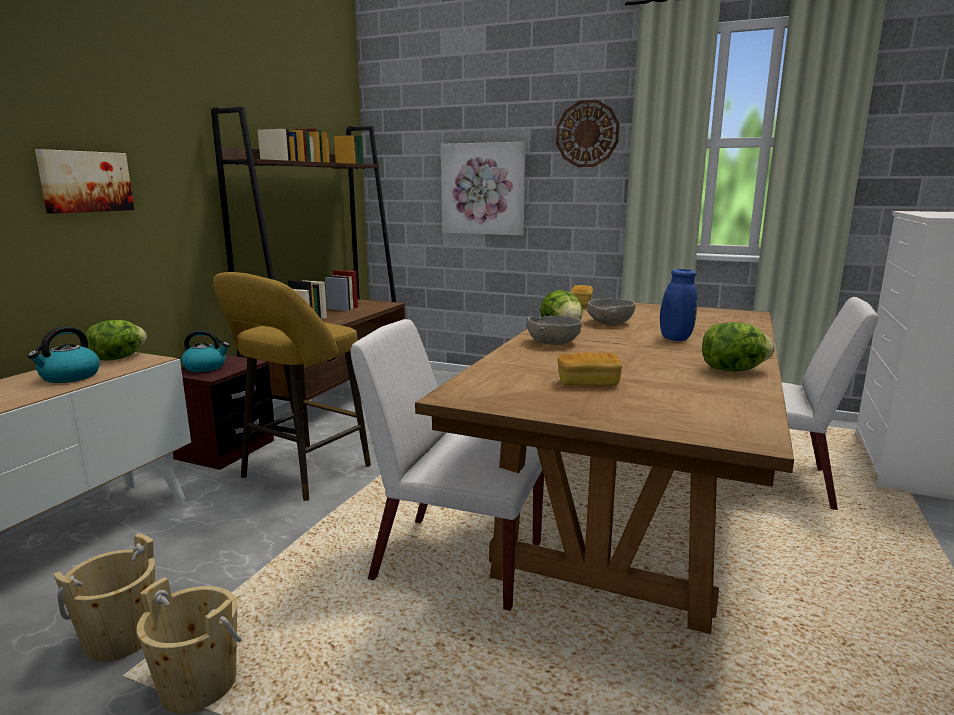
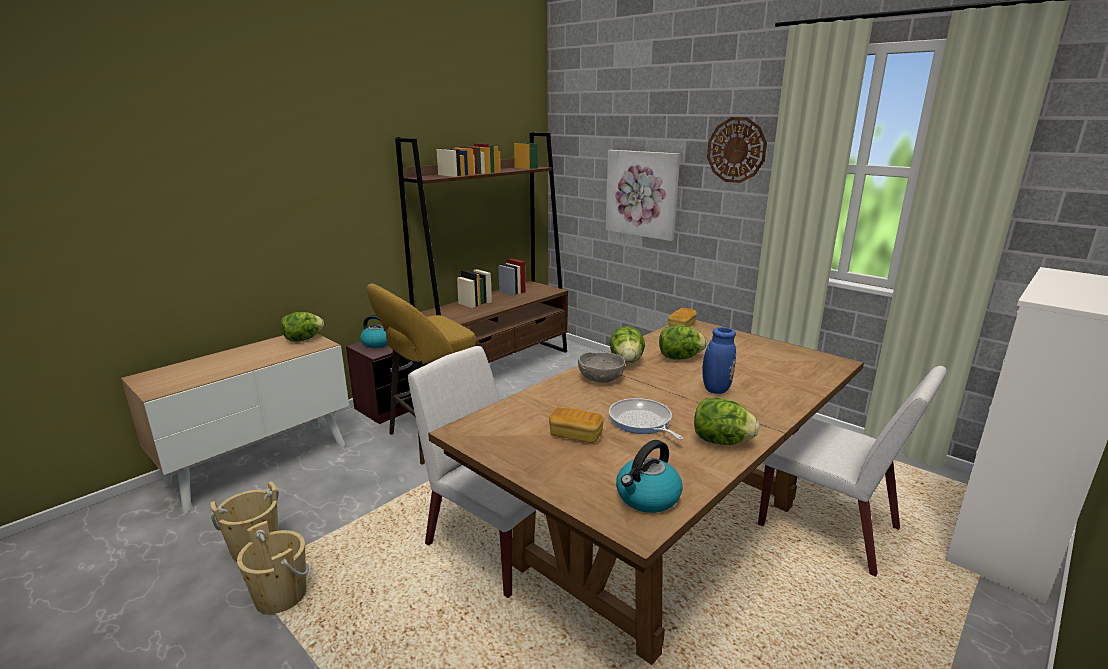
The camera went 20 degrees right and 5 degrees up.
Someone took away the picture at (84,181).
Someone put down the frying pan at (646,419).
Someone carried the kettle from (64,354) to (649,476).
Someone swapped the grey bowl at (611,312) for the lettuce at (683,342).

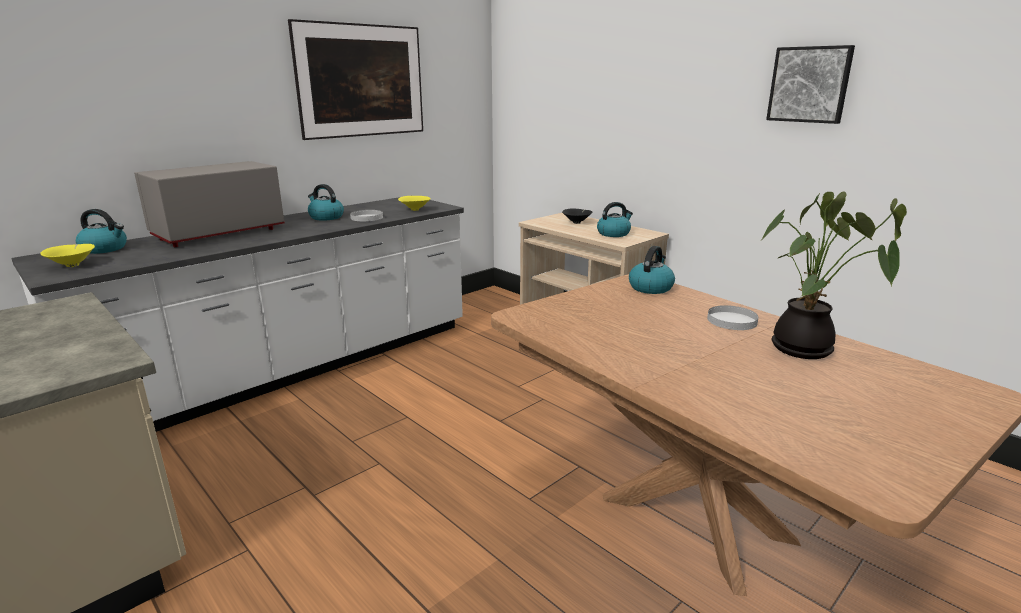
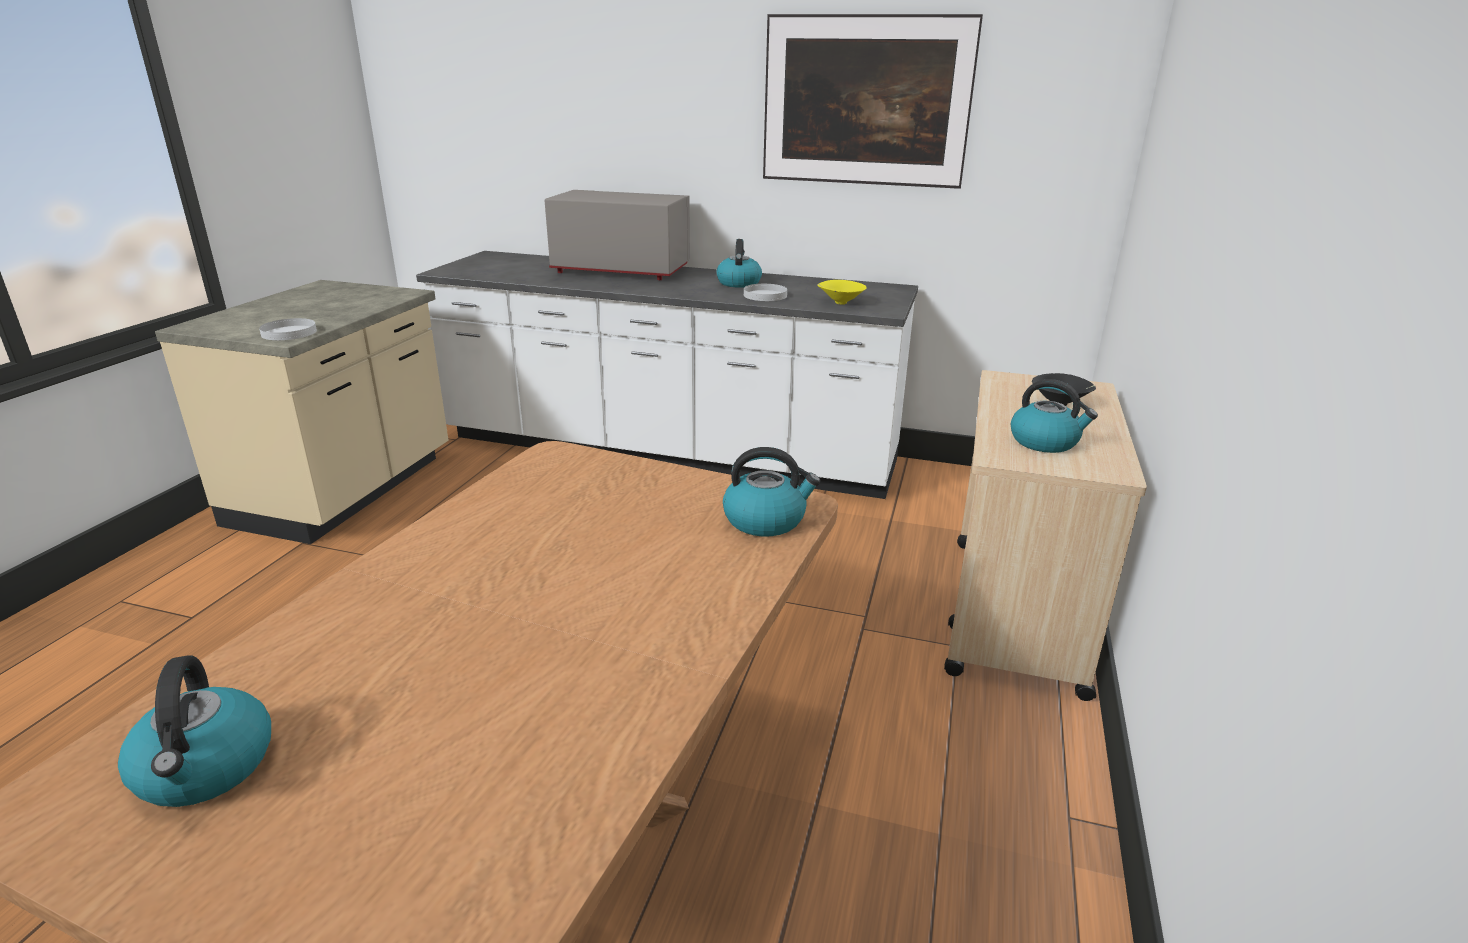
The camera went 60 degrees right and 5 degrees up.
Someone took away the yellow bowl at (67,255).
Someone took away the potted plant at (833,275).
Someone took away the picture at (810,84).
Someone carried the kettle from (101,231) to (194,731).
Someone carried the white plate from (732,317) to (288,329).

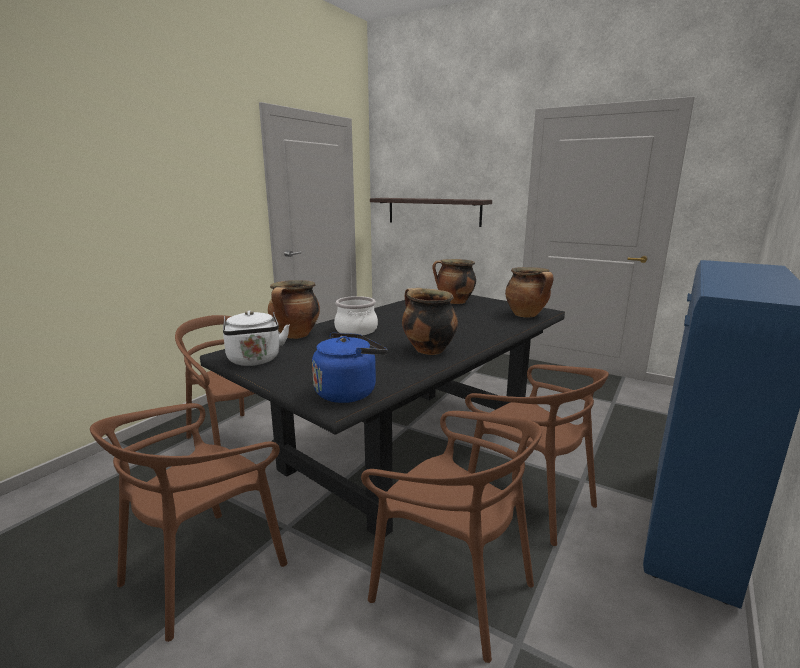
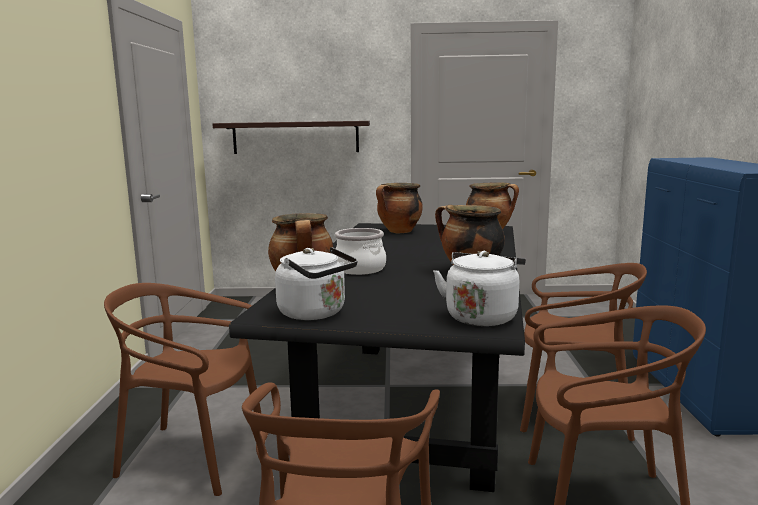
The camera went 30 degrees left and 5 degrees down.
Someone repainted the blue kettle at (349,368), which became the white kettle at (479,288).

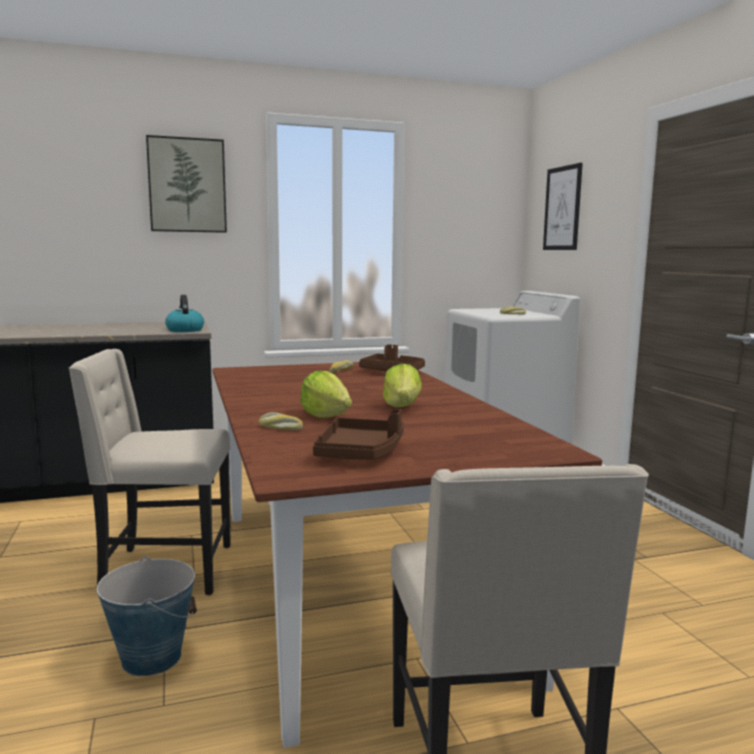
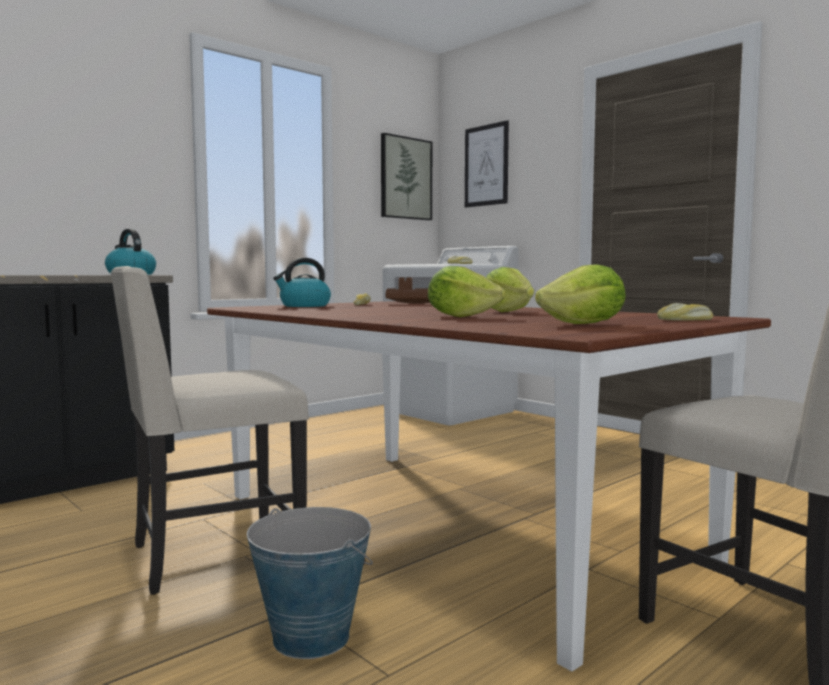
The camera went 25 degrees left and 5 degrees down.
Someone put down the kettle at (302,282).
Someone carried the picture from (186,184) to (406,176).
Someone carried the bread from (281,421) to (685,312).
Someone swapped the brown tray at (358,434) for the lettuce at (580,294).

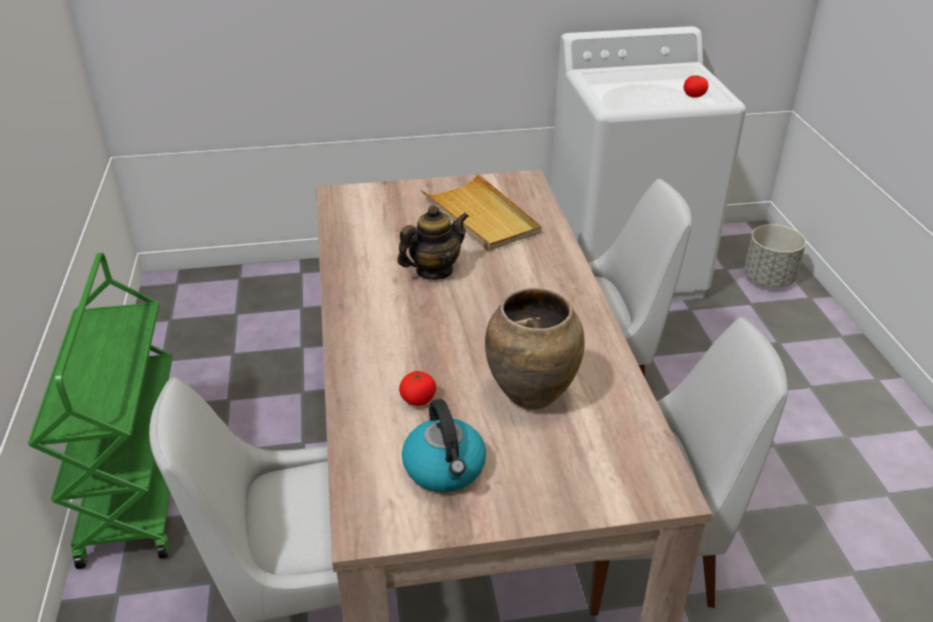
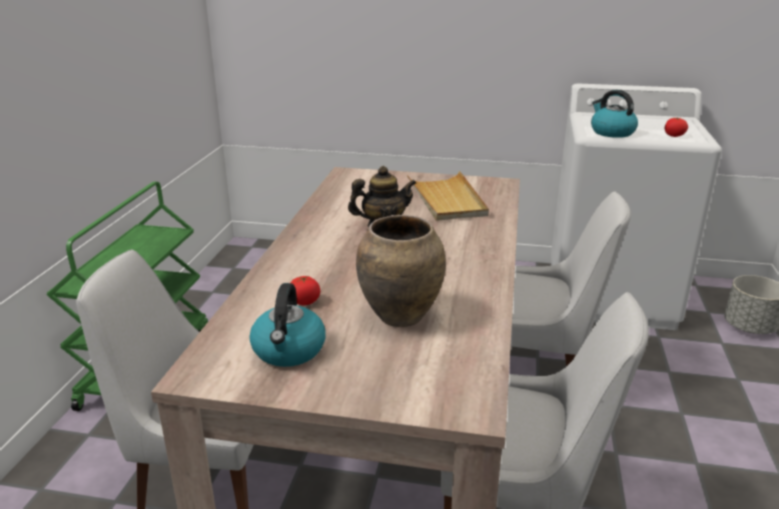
The camera went 20 degrees right and 10 degrees down.
Someone put down the kettle at (614,114).

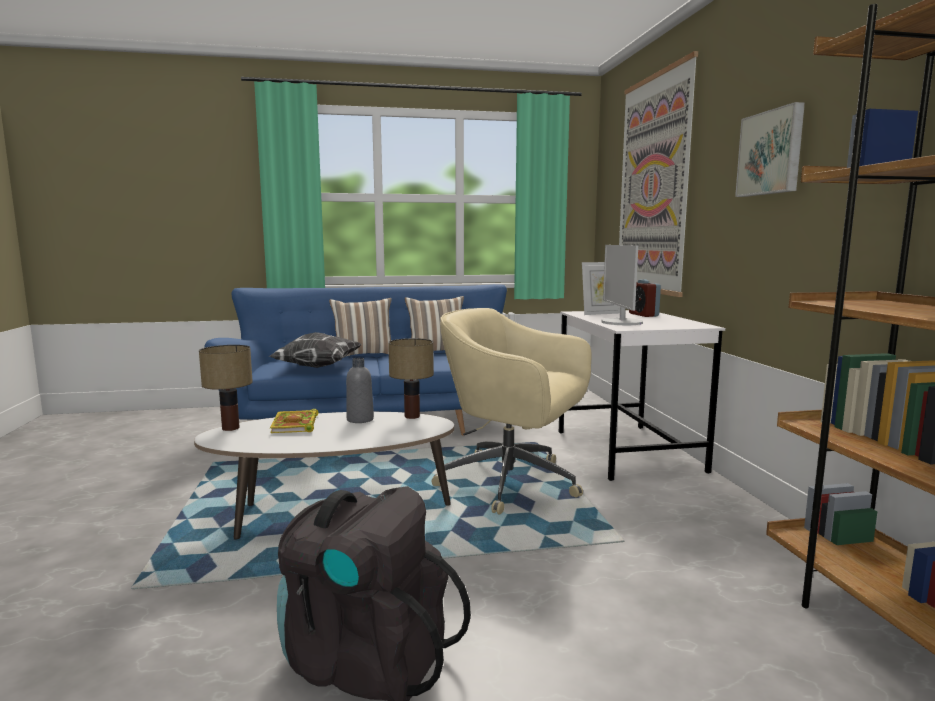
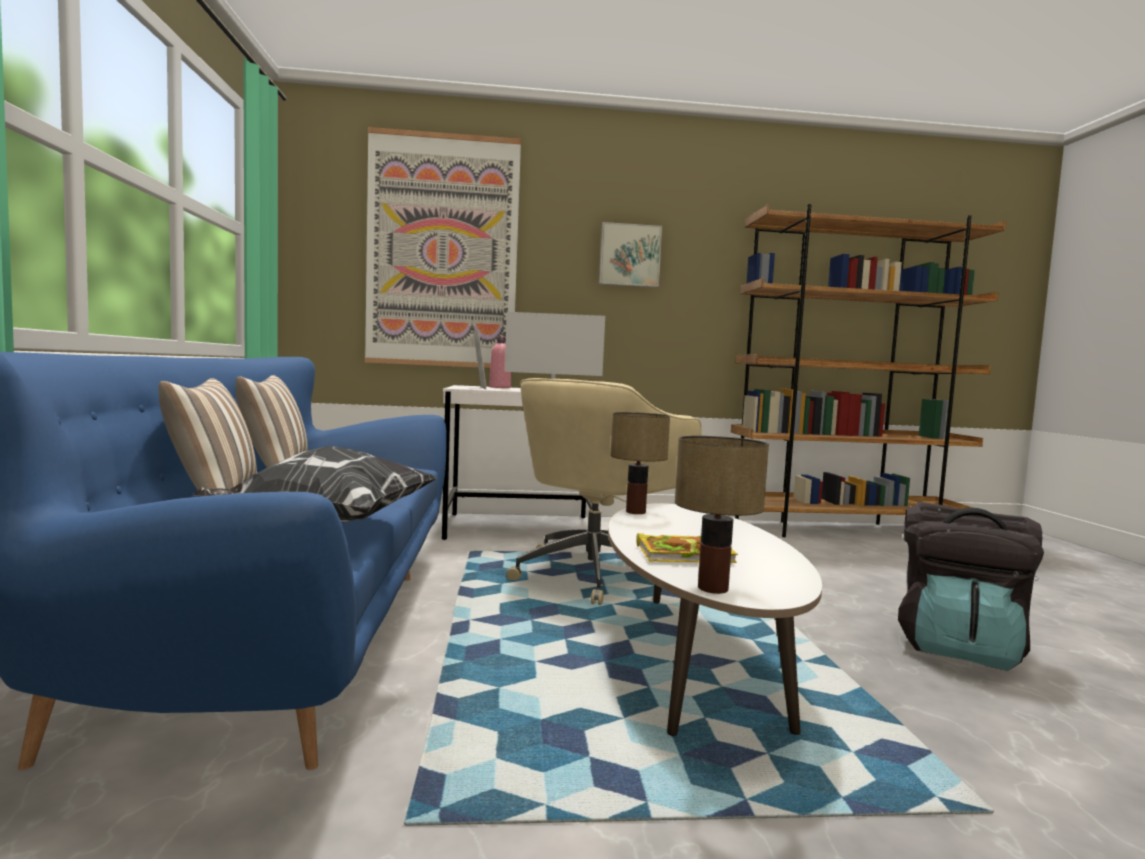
The camera went 85 degrees left and 5 degrees down.
Someone took away the grey bottle at (360,390).
Someone swapped the alarm clock at (645,298) for the pink bottle at (500,362).

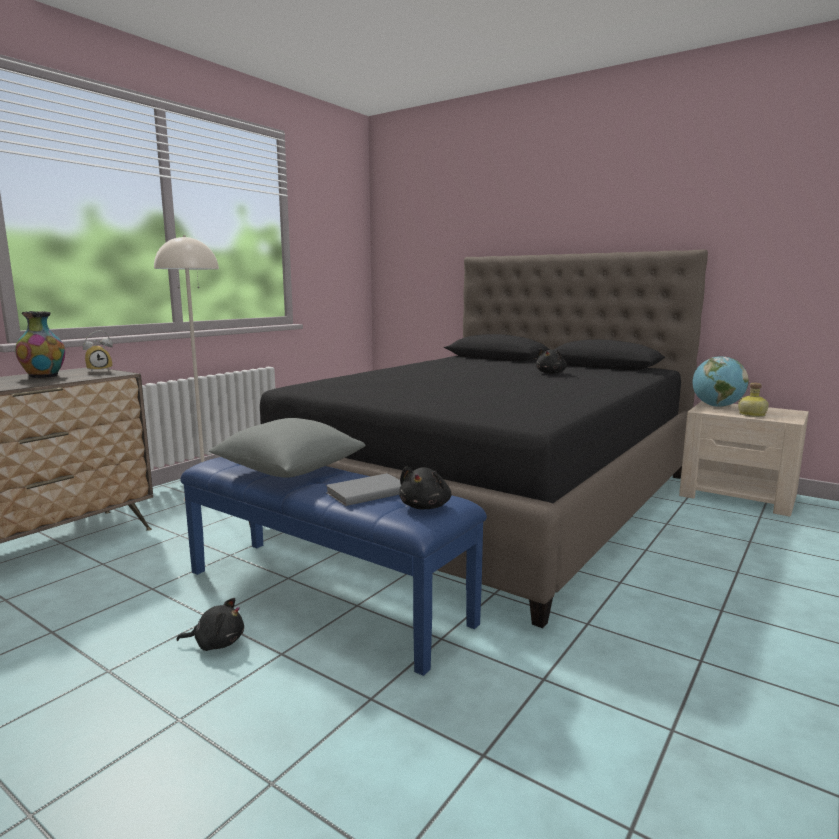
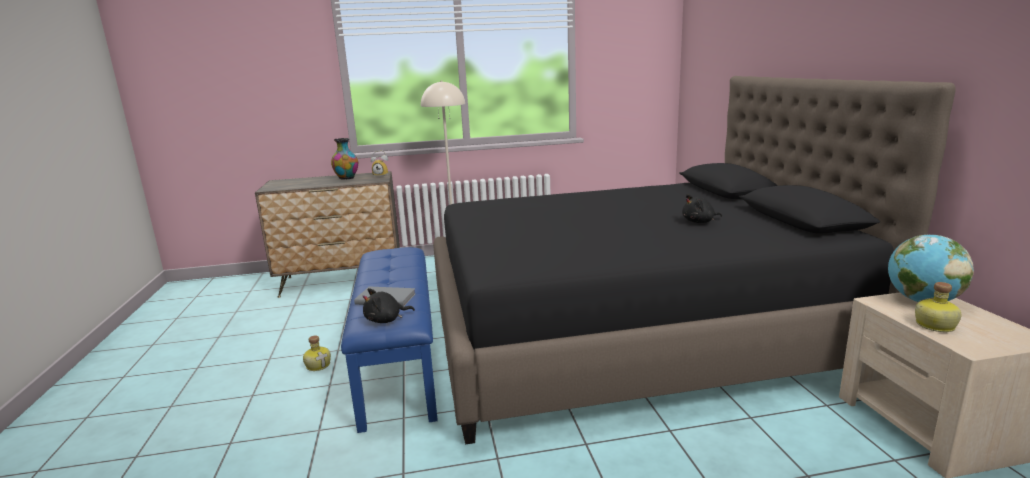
The camera went 45 degrees right and 5 degrees up.
Someone took away the grey pillow at (287,448).
Someone swapped the black plush toy at (210,624) for the bottle at (317,353).

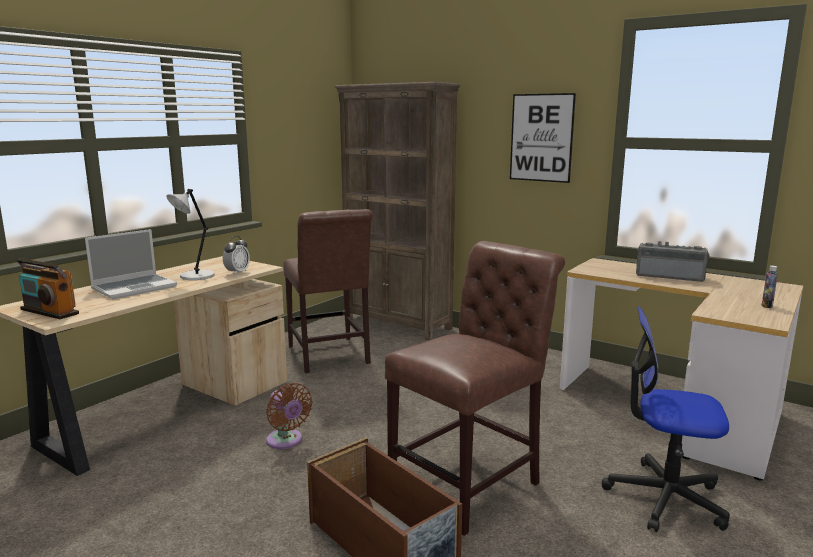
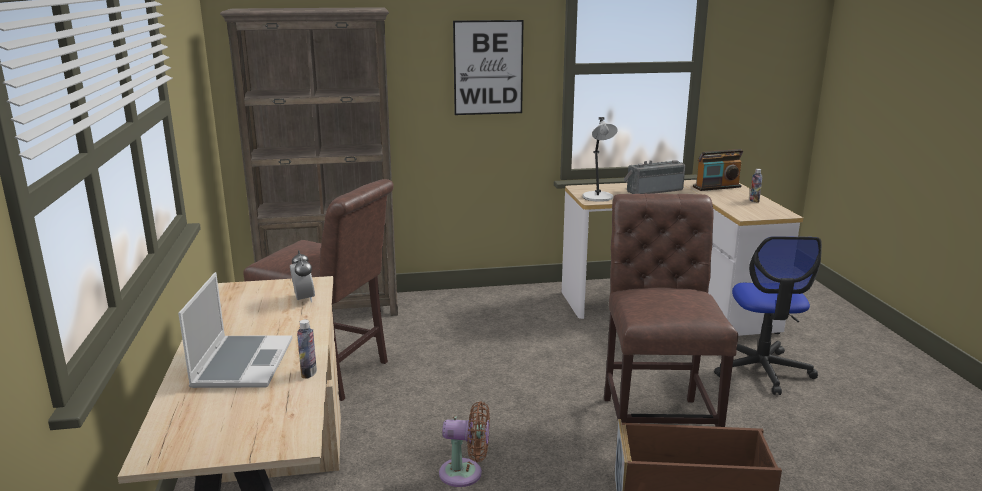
The camera went 45 degrees left and 5 degrees up.
Someone put down the bottle at (307,349).
Someone carried the radio from (48,288) to (718,170).
Someone carried the grey table lamp from (190,234) to (600,159).
Someone rotated the office chair at (666,419) by 60 degrees counterclockwise.

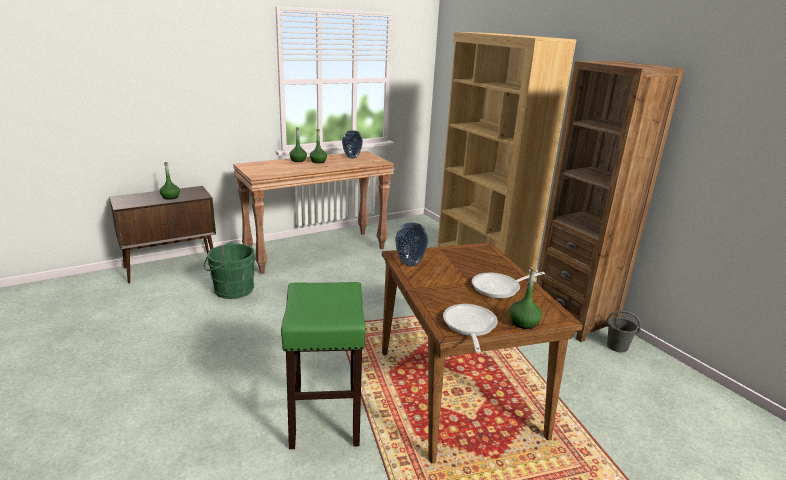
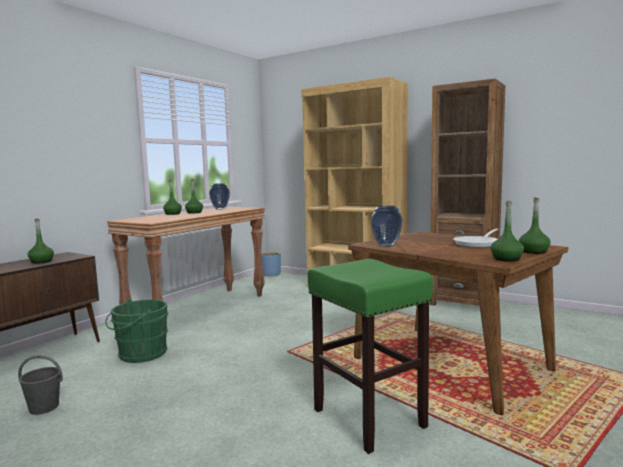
The camera went 25 degrees left and 15 degrees down.
Someone put down the blue planter at (271,264).
Someone carried the grey bucket from (623,331) to (40,385).
Someone swapped the frying pan at (470,328) for the green bottle at (507,231).

